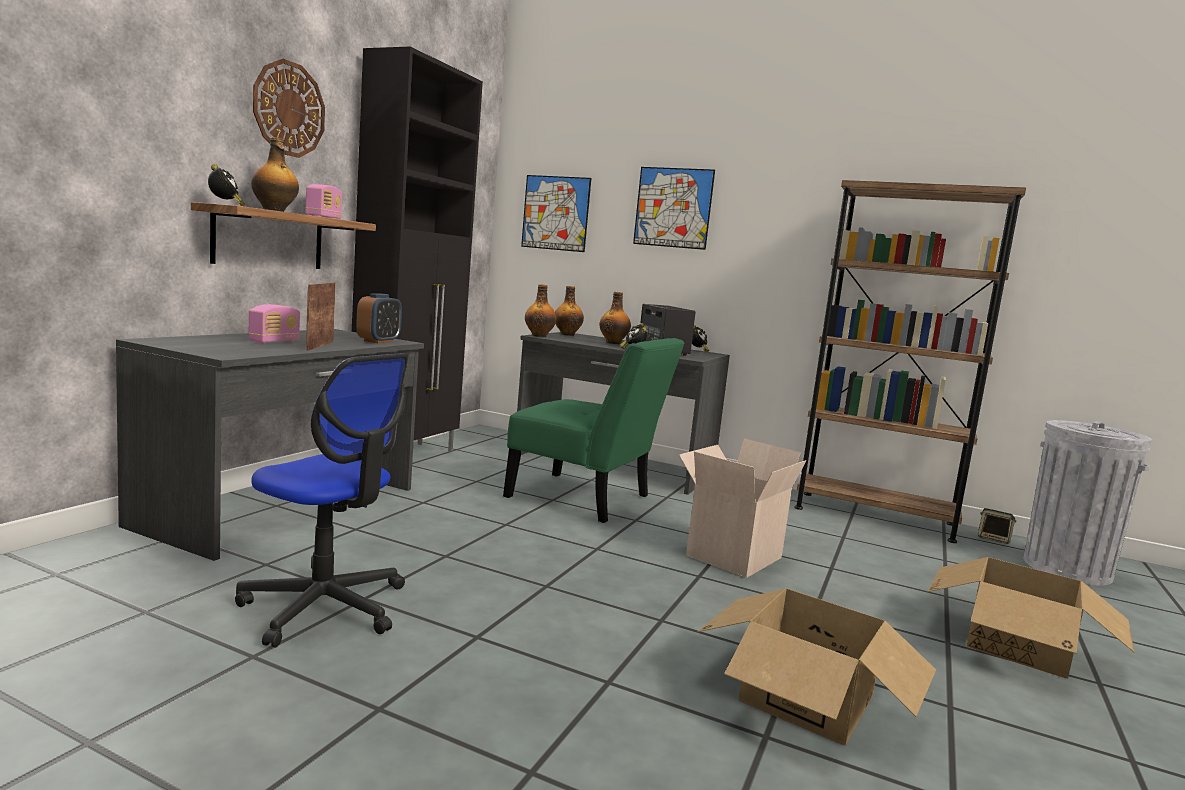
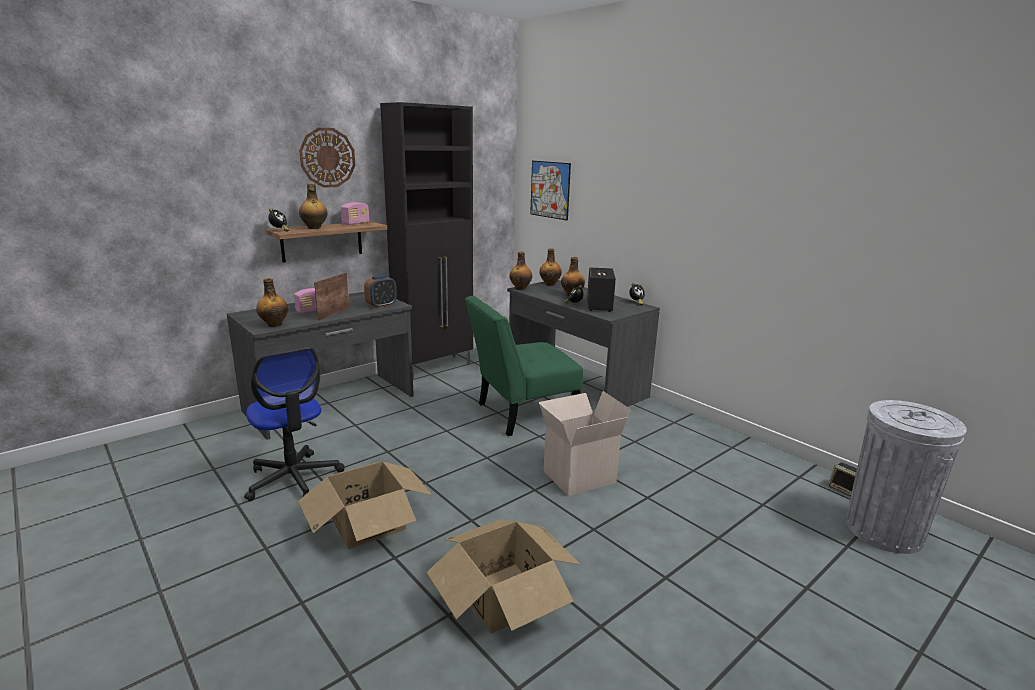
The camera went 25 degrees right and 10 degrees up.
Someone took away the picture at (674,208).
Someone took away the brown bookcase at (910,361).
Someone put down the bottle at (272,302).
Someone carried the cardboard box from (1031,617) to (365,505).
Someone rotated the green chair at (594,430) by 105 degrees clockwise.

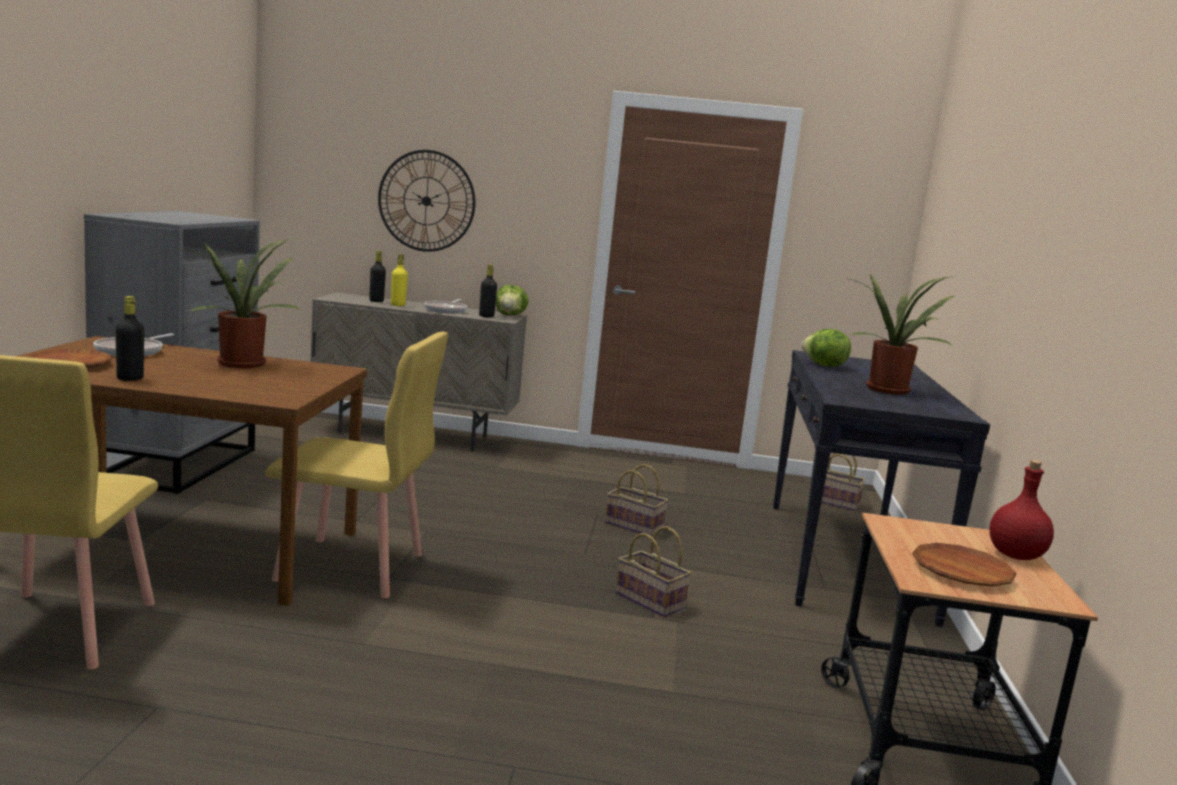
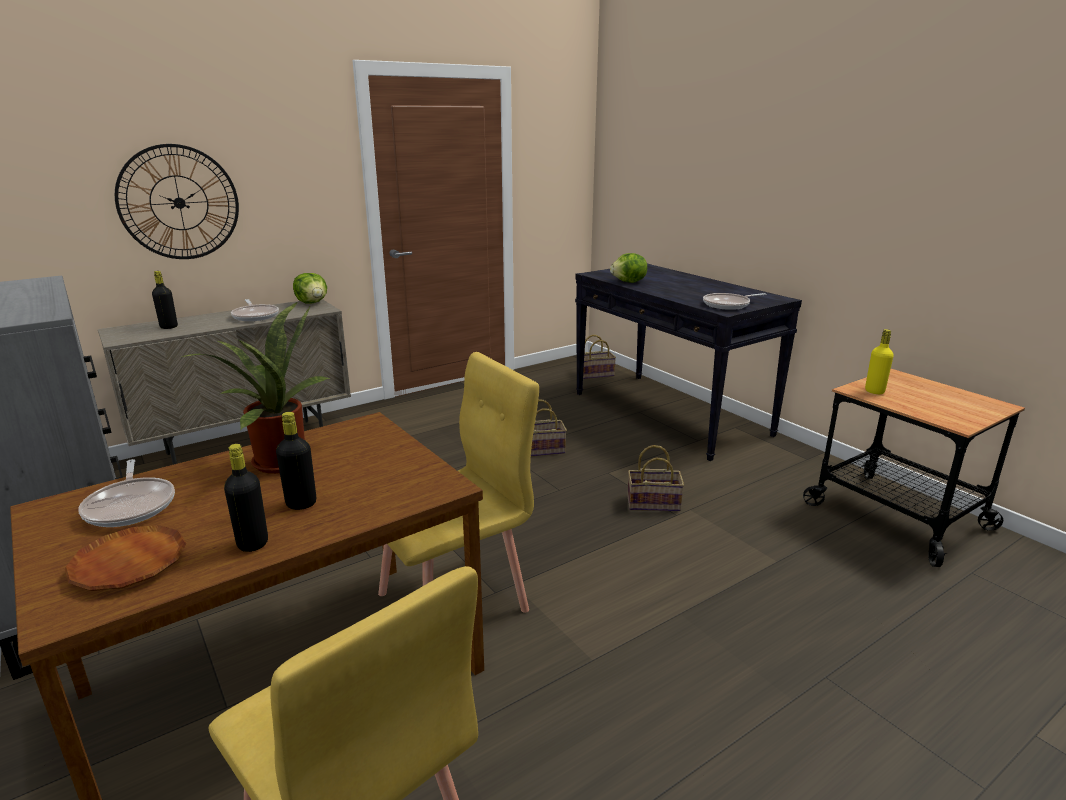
The camera went 40 degrees left and 10 degrees up.
Someone took away the potted plant at (900,334).
Someone took away the brown plate at (964,564).
Someone took away the red bottle at (1021,510).
Someone put down the frying pan at (734,301).
Someone carried the yellow bottle from (399,280) to (879,361).
Someone carried the black bottle from (488,291) to (296,461).

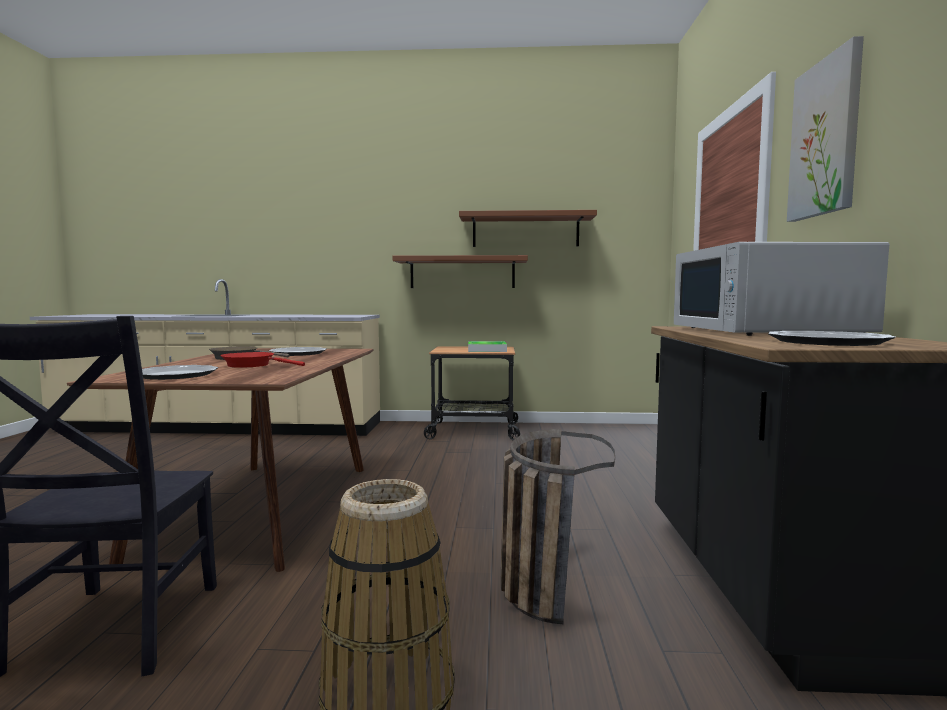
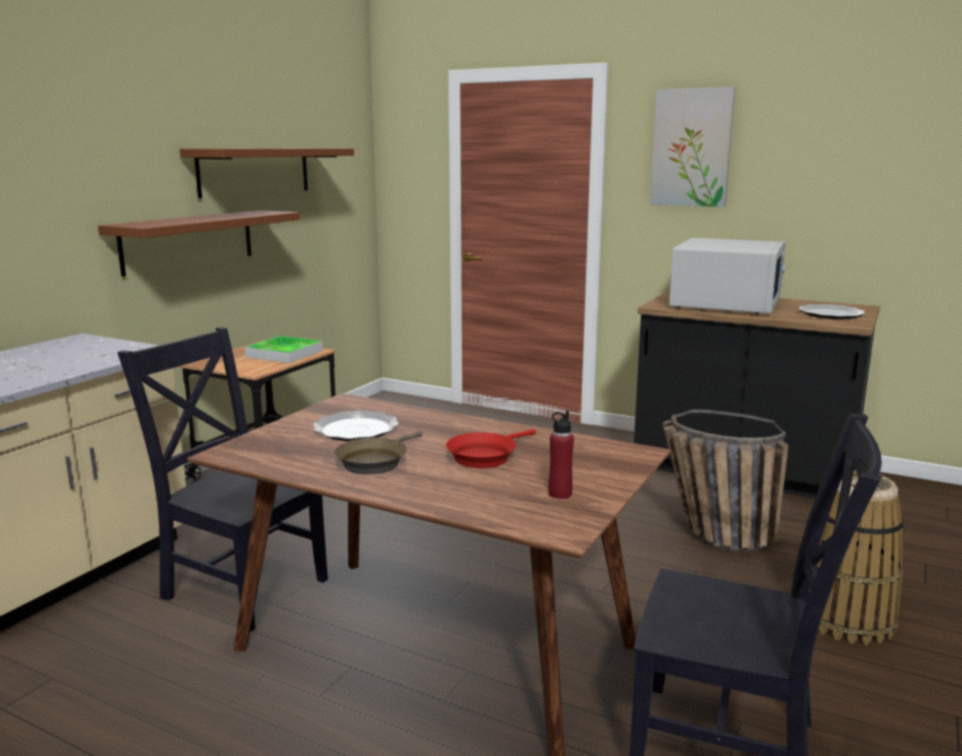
The camera went 65 degrees left and 10 degrees up.
Someone put down the black chair at (222,479).
Someone swapped the plate at (180,372) for the red bottle at (561,454).
Someone rotated the white microwave at (781,289) by 90 degrees counterclockwise.

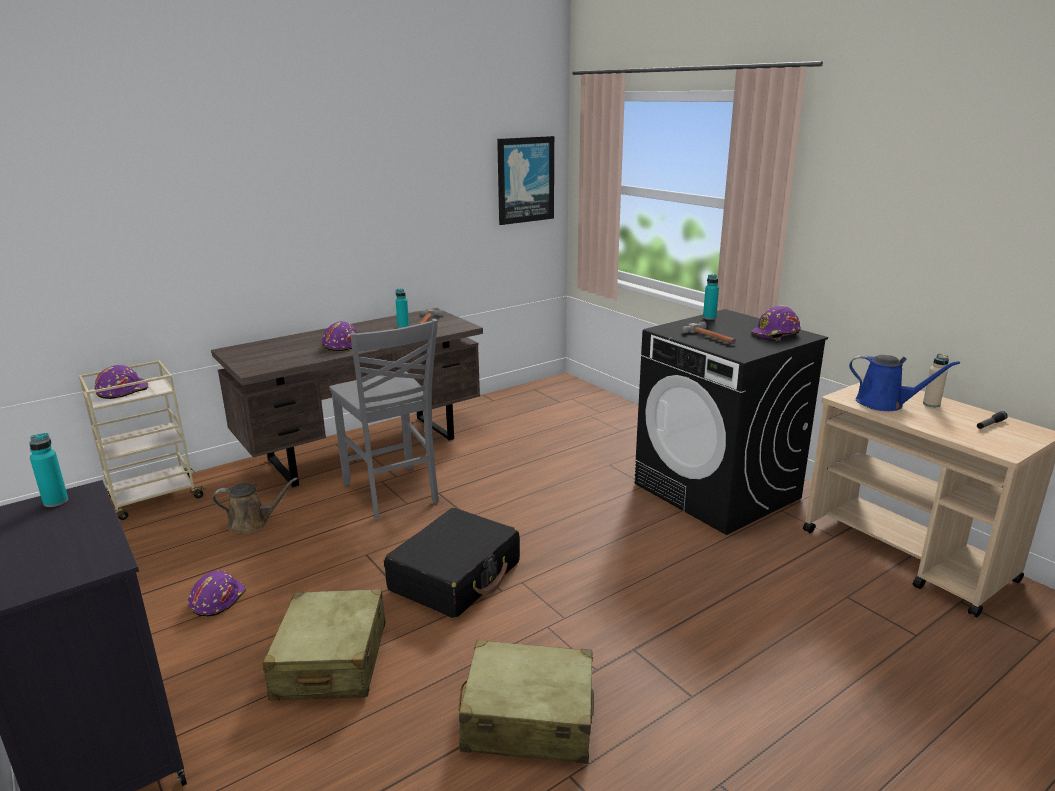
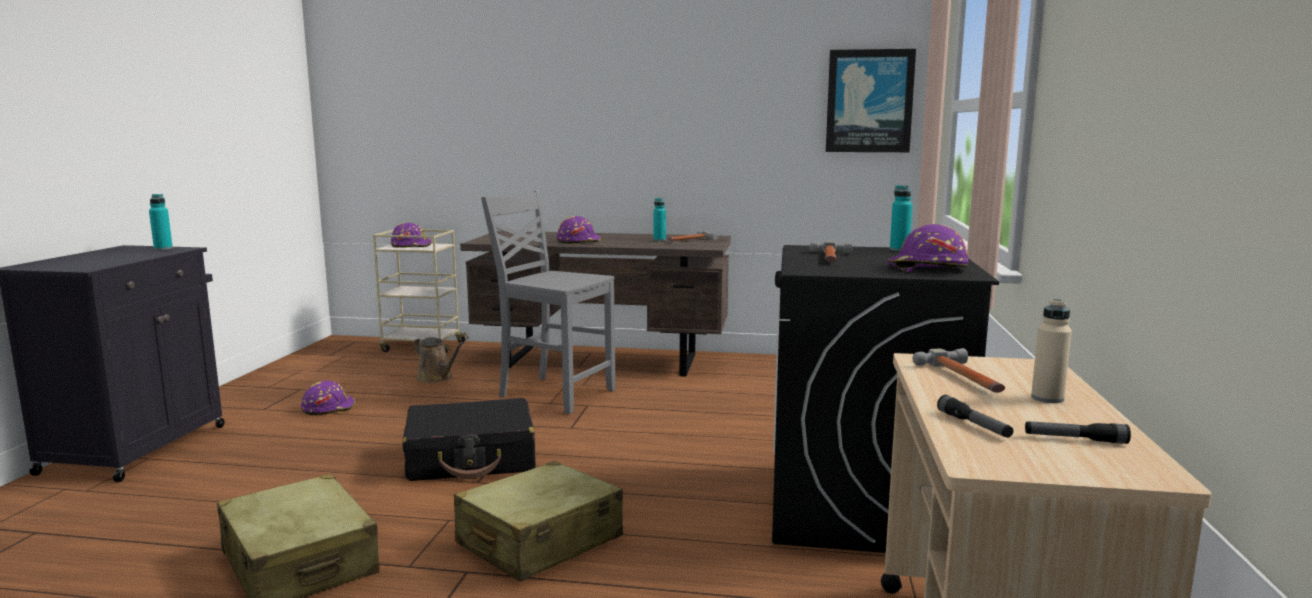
The camera went 45 degrees right and 10 degrees down.
Someone put down the flashlight at (975,416).
Someone carried the beige suitcase from (324,645) to (538,521).
Someone swapped the blue watering can at (904,383) for the hammer at (959,370).
Someone rotated the grey chair at (384,420) by 105 degrees clockwise.

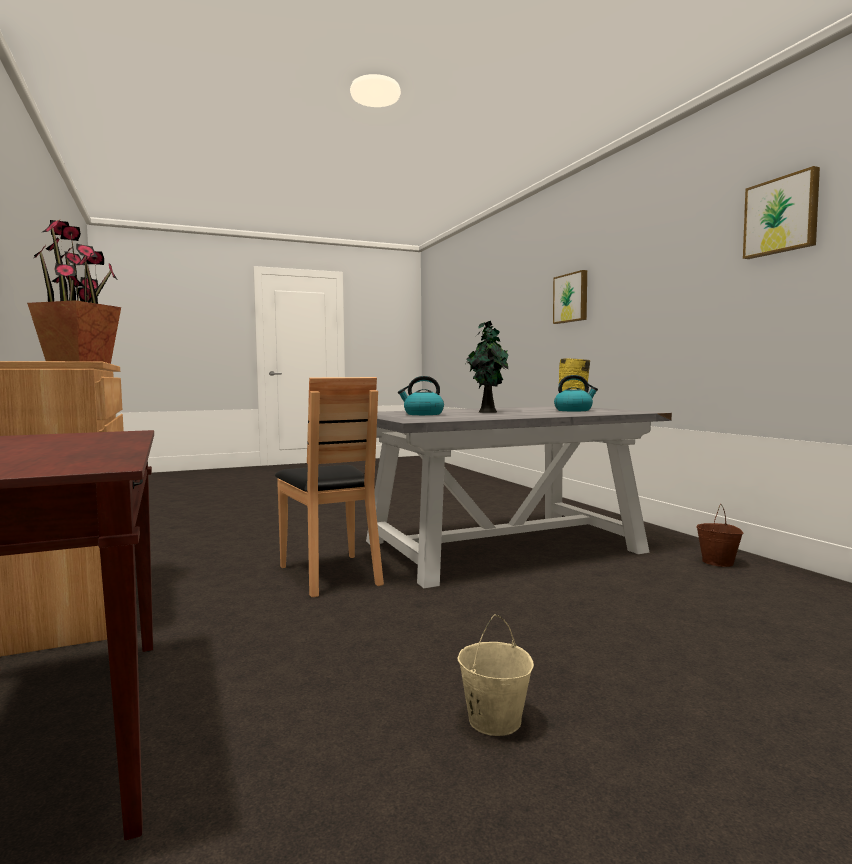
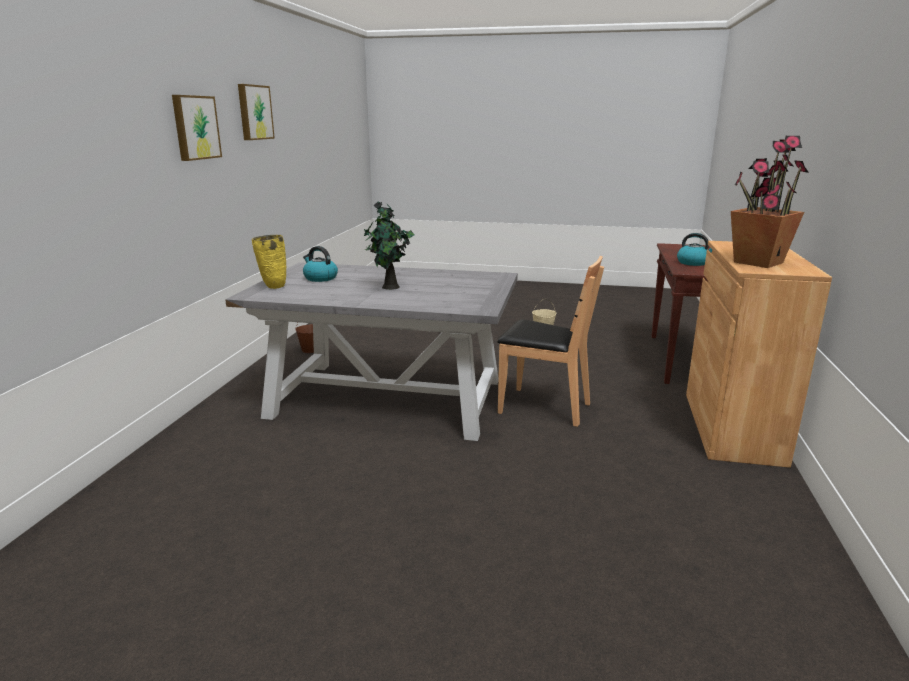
The camera went 145 degrees left and 15 degrees up.
Someone carried the kettle from (421,395) to (694,249).
Someone carried the picture from (570,297) to (197,128).
Someone rotated the brown chair at (329,487) by 105 degrees clockwise.

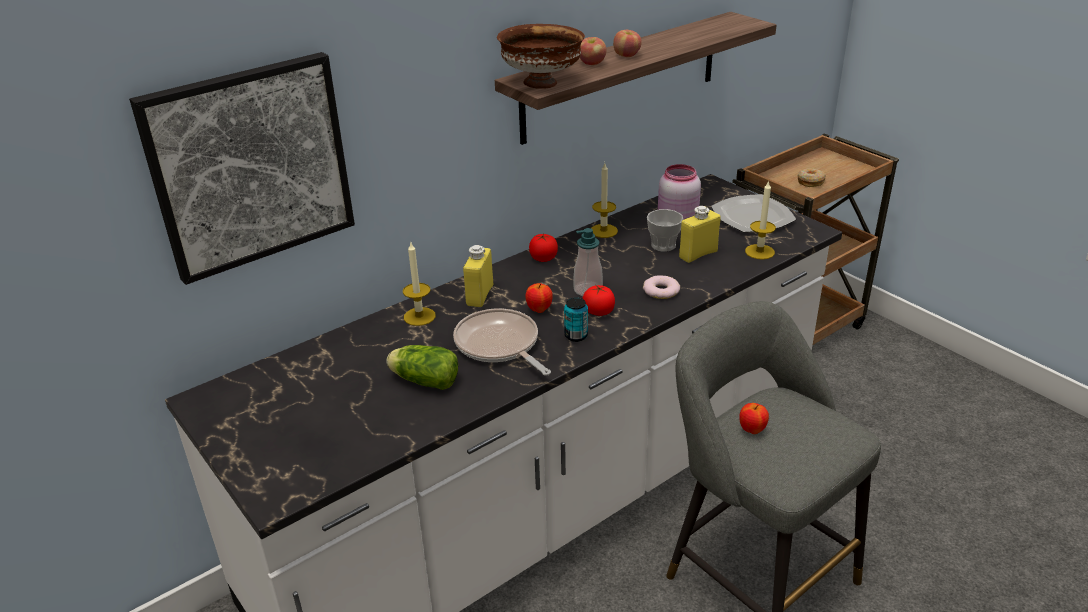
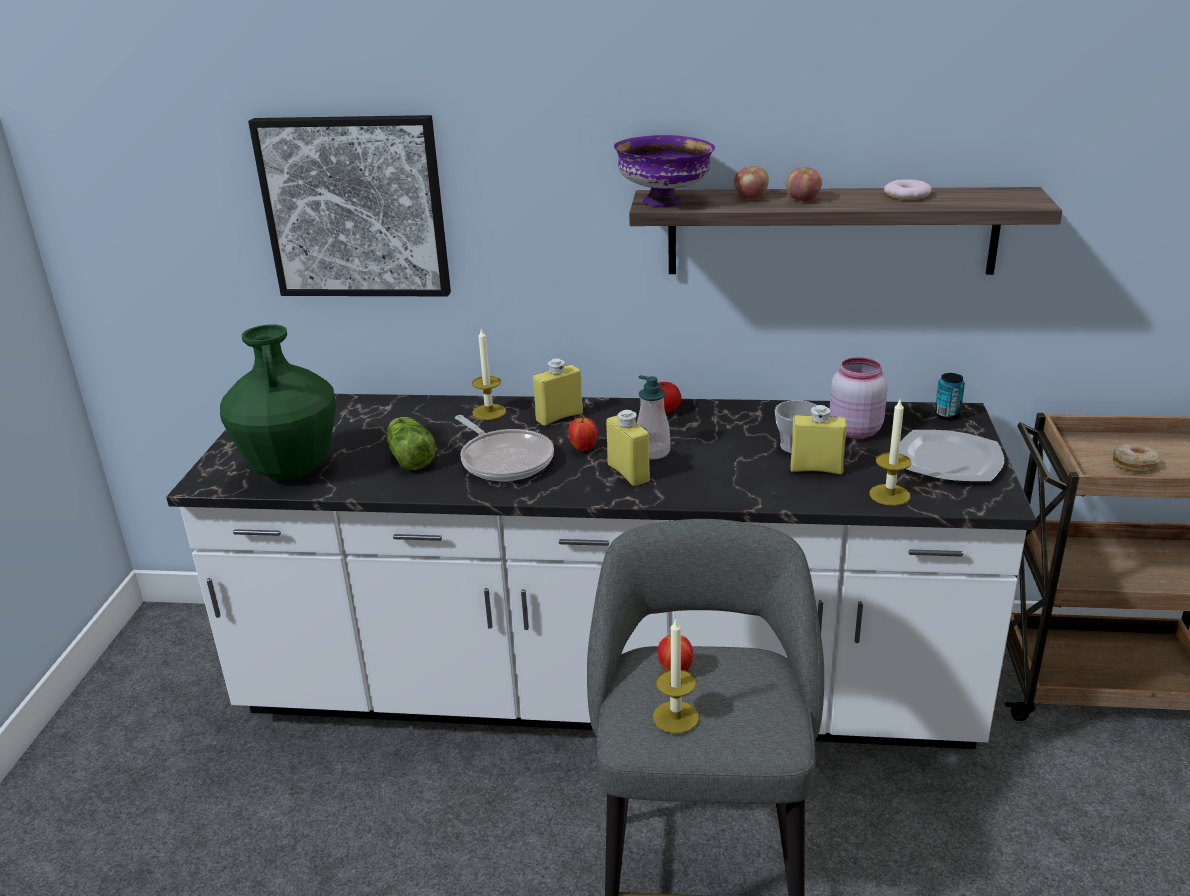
The camera went 45 degrees right and 5 degrees down.
Someone put down the green vase at (278,402).
Someone carried the can from (576,319) to (950,396).
Someone carried the candle from (604,200) to (676,675).
Someone carried the donut from (661,287) to (908,189).
Someone swapped the tomato at (598,300) for the yellow bottle at (628,448).
Someone repainted the brown bowl at (541,56), which became the purple bowl at (664,171).
Someone rotated the frying pan at (502,342) by 135 degrees clockwise.

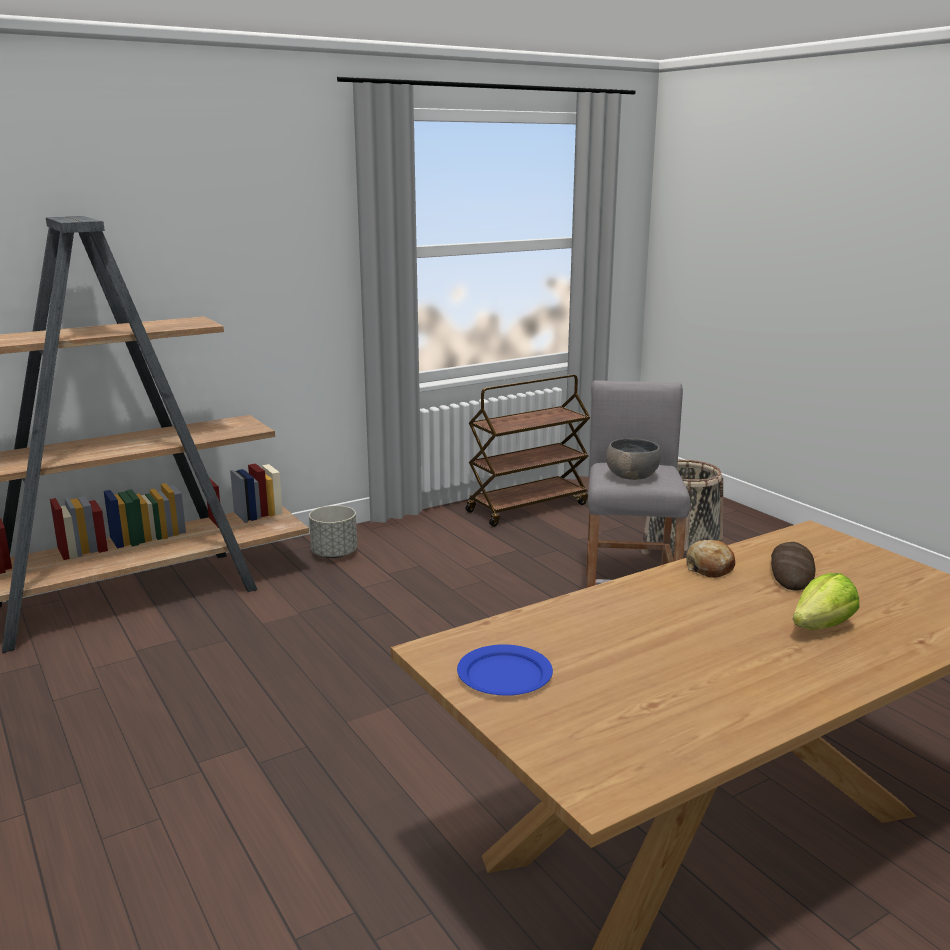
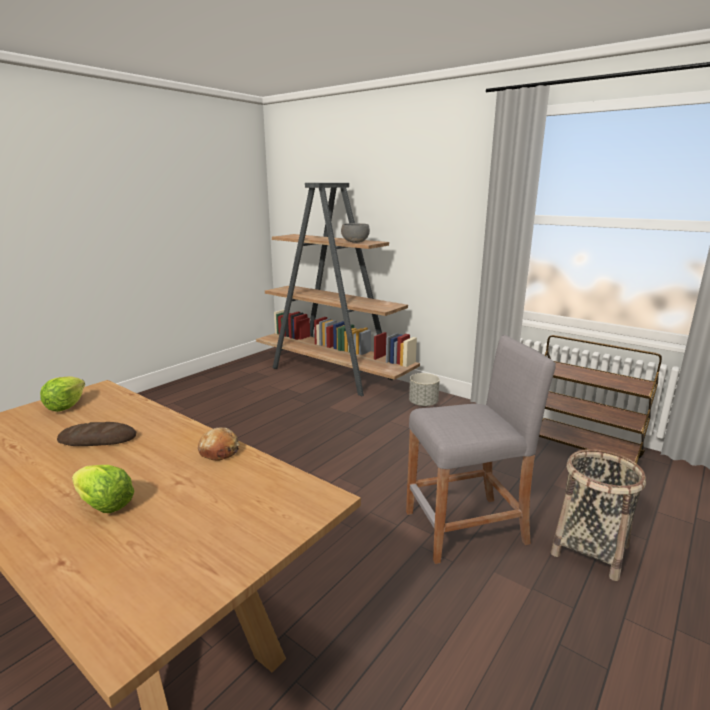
The camera went 70 degrees right and 0 degrees up.
Someone carried the grey bowl from (633,459) to (355,233).
Someone carried the bread from (793,566) to (96,434).
Someone swapped the blue plate at (505,670) for the lettuce at (62,394).

